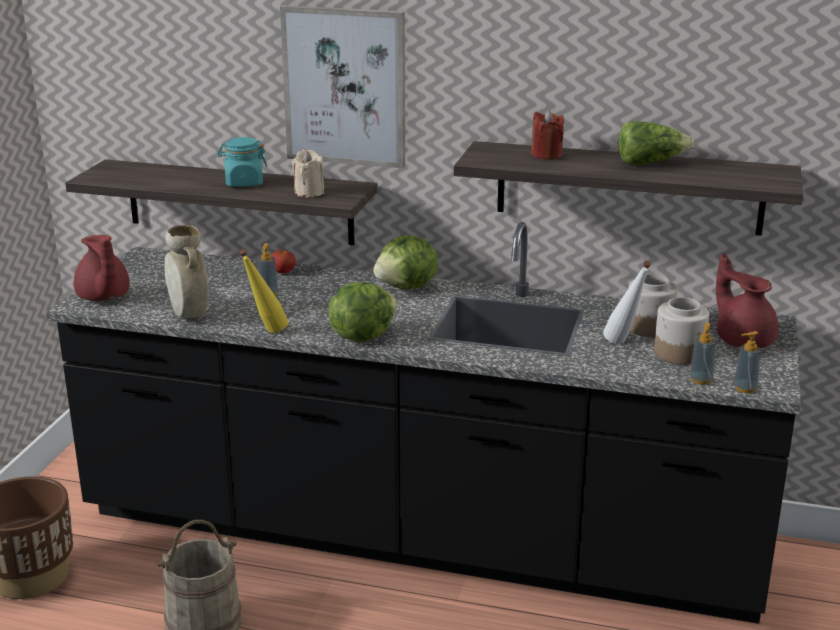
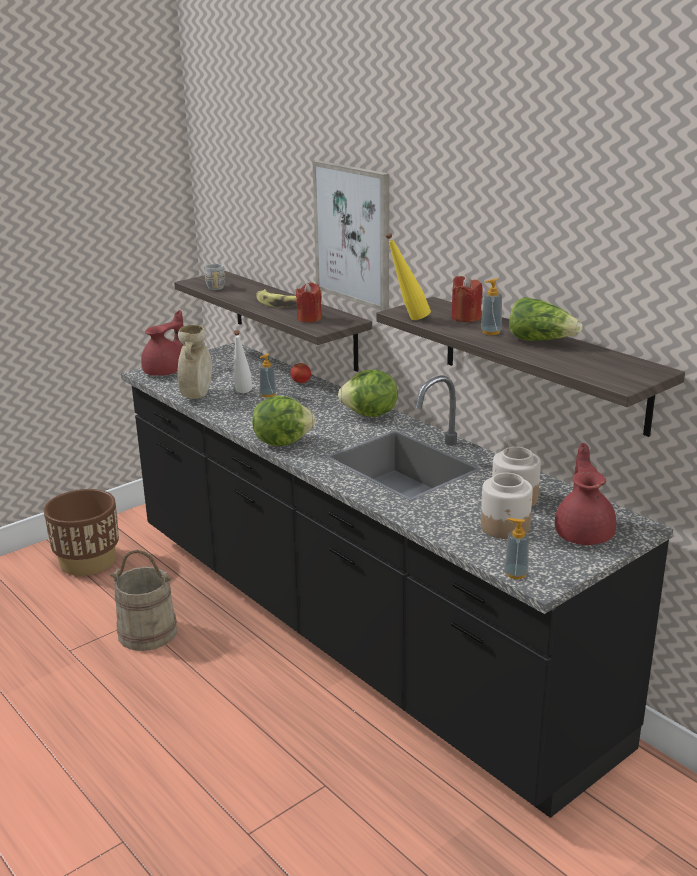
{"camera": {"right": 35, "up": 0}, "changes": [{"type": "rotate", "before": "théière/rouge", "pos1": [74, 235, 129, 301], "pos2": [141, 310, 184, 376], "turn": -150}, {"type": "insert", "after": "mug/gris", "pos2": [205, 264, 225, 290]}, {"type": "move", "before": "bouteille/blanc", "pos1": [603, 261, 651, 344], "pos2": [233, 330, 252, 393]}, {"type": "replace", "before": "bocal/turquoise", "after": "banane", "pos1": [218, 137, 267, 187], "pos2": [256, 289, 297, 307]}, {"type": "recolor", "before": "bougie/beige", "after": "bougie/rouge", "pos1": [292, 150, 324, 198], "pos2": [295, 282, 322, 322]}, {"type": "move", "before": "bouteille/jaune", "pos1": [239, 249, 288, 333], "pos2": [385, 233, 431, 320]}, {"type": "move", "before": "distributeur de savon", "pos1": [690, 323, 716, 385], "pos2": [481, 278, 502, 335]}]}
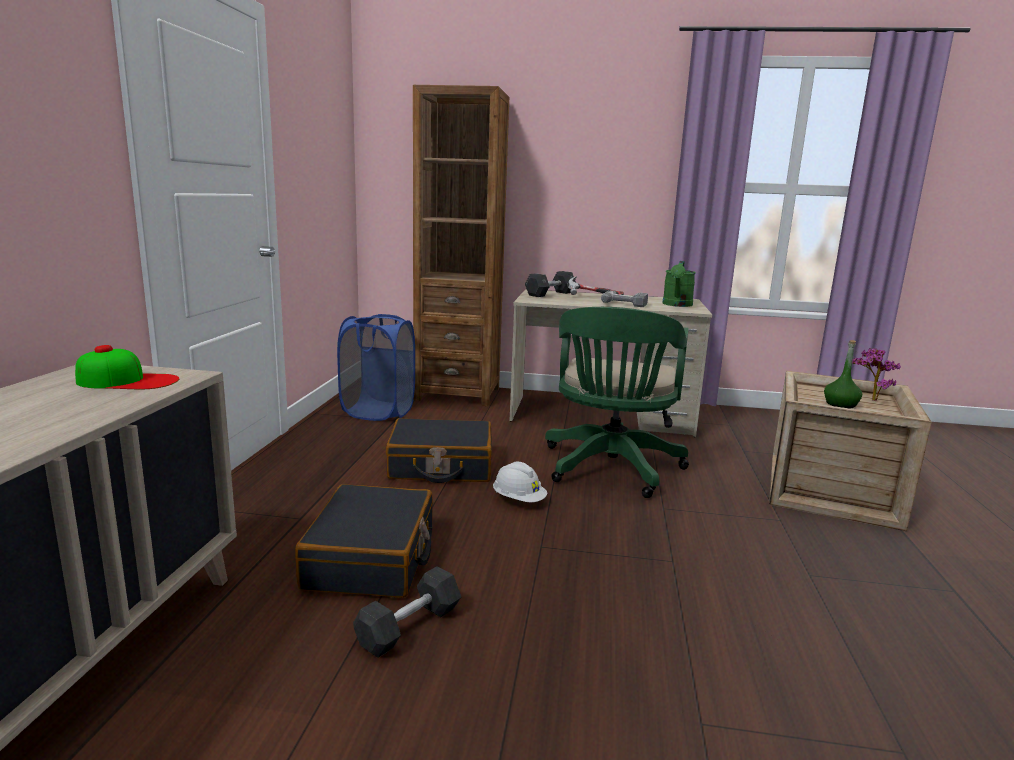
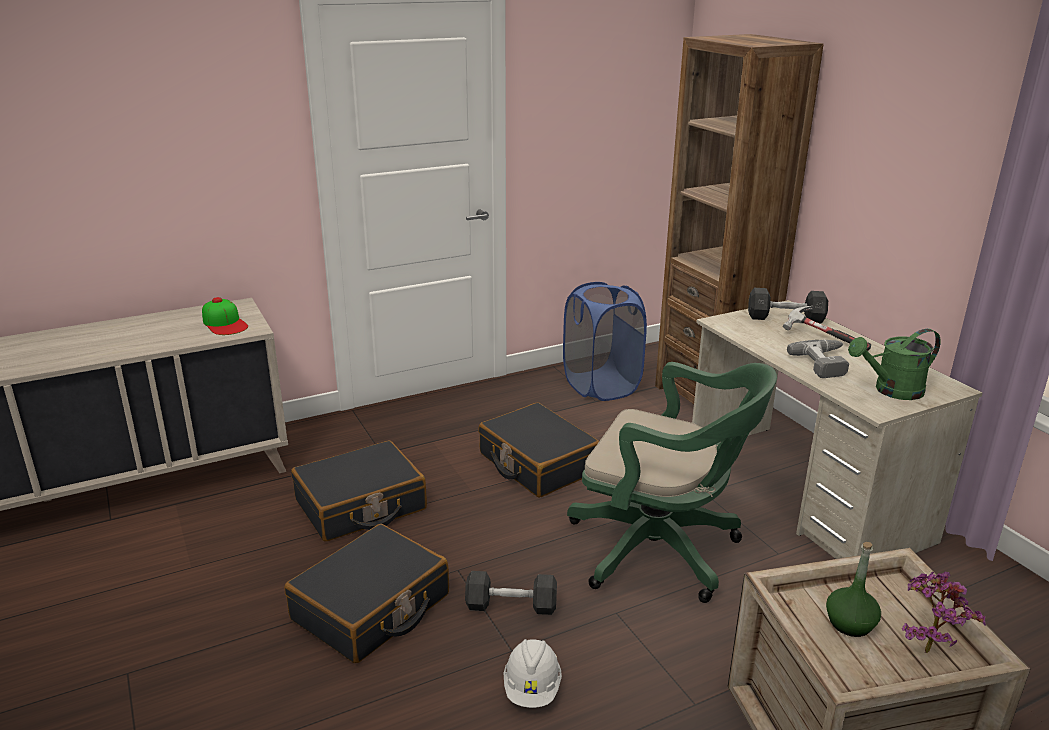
{"camera": {"right": 55, "up": 10}, "changes": [{"type": "insert", "after": "valise/noir", "pos2": [284, 524, 449, 663]}, {"type": "move", "before": "haltère/gris", "pos1": [353, 566, 461, 658], "pos2": [465, 571, 557, 615]}, {"type": "move", "before": "casque de chantier/blanc", "pos1": [493, 461, 547, 502], "pos2": [504, 639, 562, 708]}, {"type": "rotate", "before": "chaise de bureau/vert", "pos1": [545, 307, 689, 498], "pos2": [567, 362, 777, 603], "turn": -135}]}
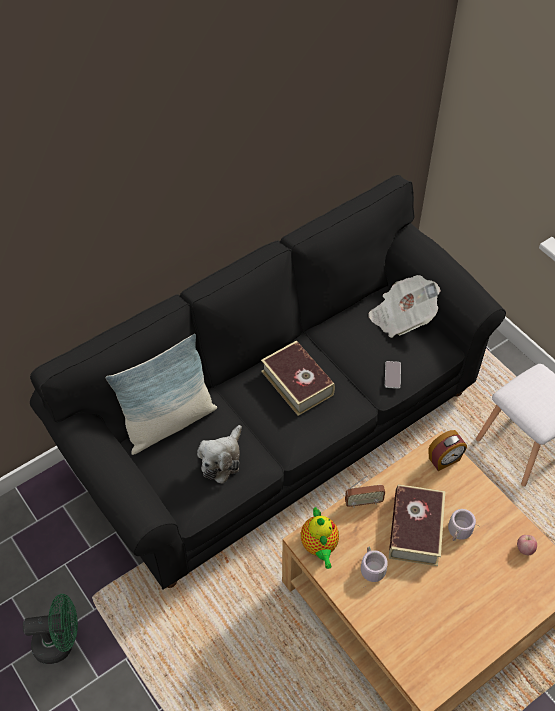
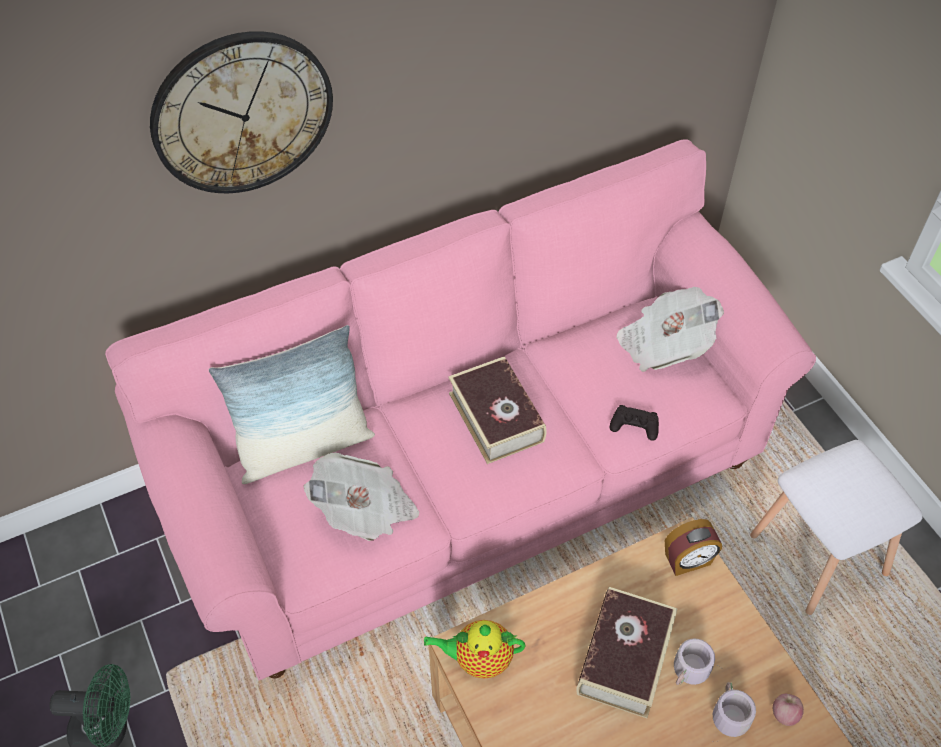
{"camera": {"right": 10, "up": 0}, "changes": [{"type": "recolor", "before": "canapé/noir", "after": "canapé/rose", "pos1": [30, 175, 506, 590], "pos2": [105, 139, 816, 680]}, {"type": "insert", "after": "horloge murale", "pos2": [150, 31, 333, 193]}, {"type": "replace", "before": "peluche", "after": "journal", "pos1": [197, 425, 242, 484], "pos2": [303, 453, 420, 541]}, {"type": "rotate", "before": "théière", "pos1": [301, 507, 339, 569], "pos2": [424, 620, 526, 679], "turn": 90}, {"type": "replace", "before": "téléphone", "after": "manette/noir", "pos1": [385, 361, 401, 389], "pos2": [609, 405, 659, 441]}, {"type": "move", "before": "mug/gris", "pos1": [361, 546, 388, 587], "pos2": [711, 682, 756, 742]}, {"type": "delete", "before": "radio", "pos1": [345, 475, 385, 508]}]}
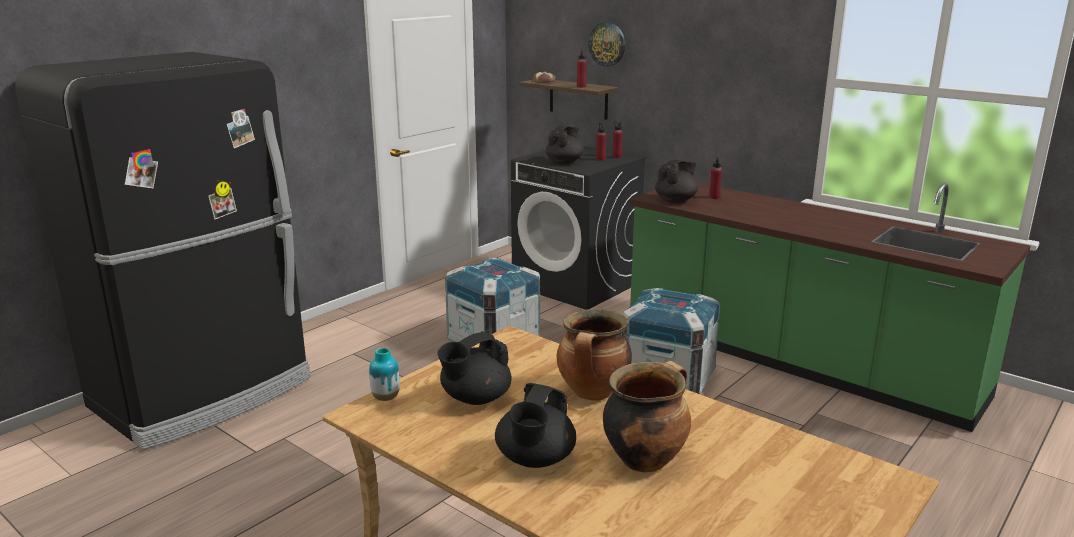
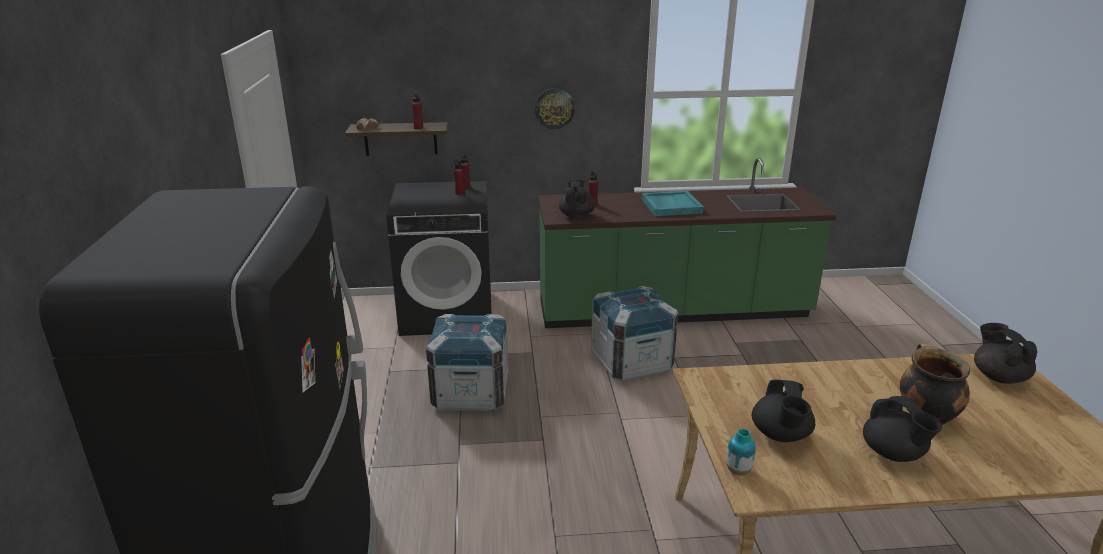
{"camera": {"right": -45, "up": 5}, "changes": [{"type": "move", "before": "horloge murale", "pos1": [588, 22, 625, 67], "pos2": [535, 88, 575, 129]}, {"type": "insert", "after": "plateau/turquoise", "pos2": [642, 191, 704, 216]}, {"type": "move", "before": "théière/noir", "pos1": [546, 126, 583, 164], "pos2": [974, 323, 1037, 384]}, {"type": "delete", "before": "marmite", "pos1": [557, 309, 632, 401]}]}
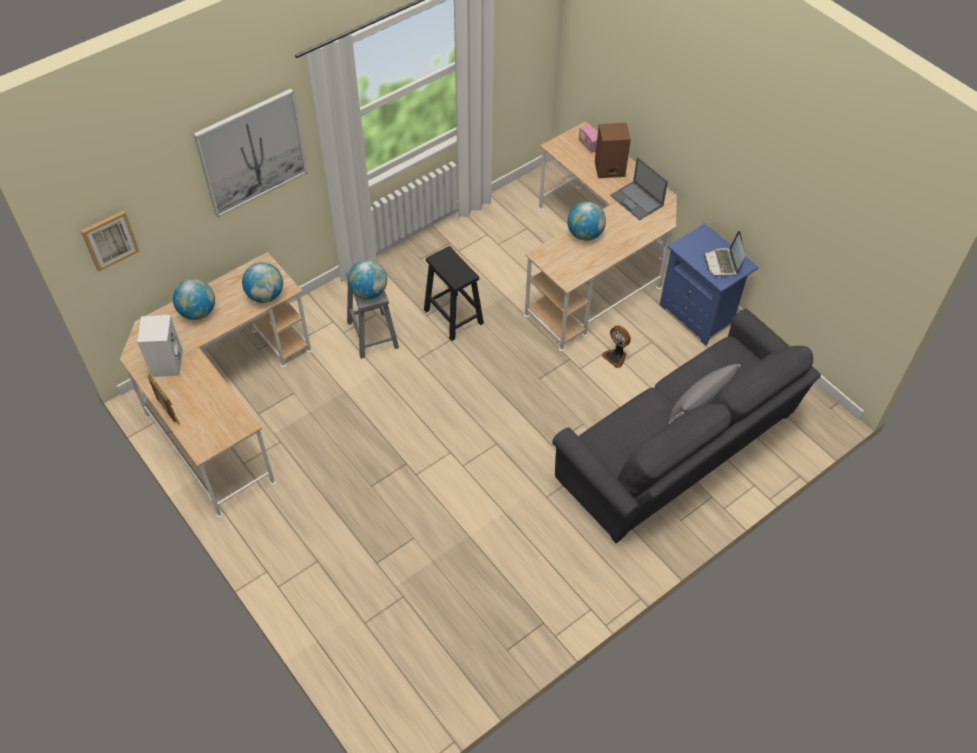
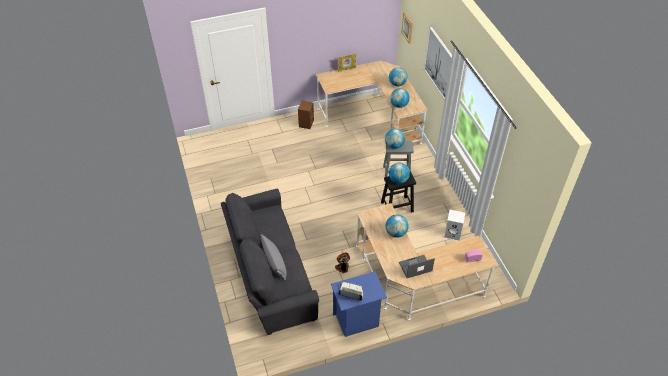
{"camera": {"right": 110, "up": -5}, "changes": [{"type": "move", "before": "enceinte/marron", "pos1": [595, 123, 631, 178], "pos2": [298, 101, 314, 129]}, {"type": "insert", "after": "globe", "pos2": [389, 163, 410, 184]}, {"type": "move", "before": "enceinte/blanc", "pos1": [137, 315, 183, 377], "pos2": [444, 210, 465, 241]}]}
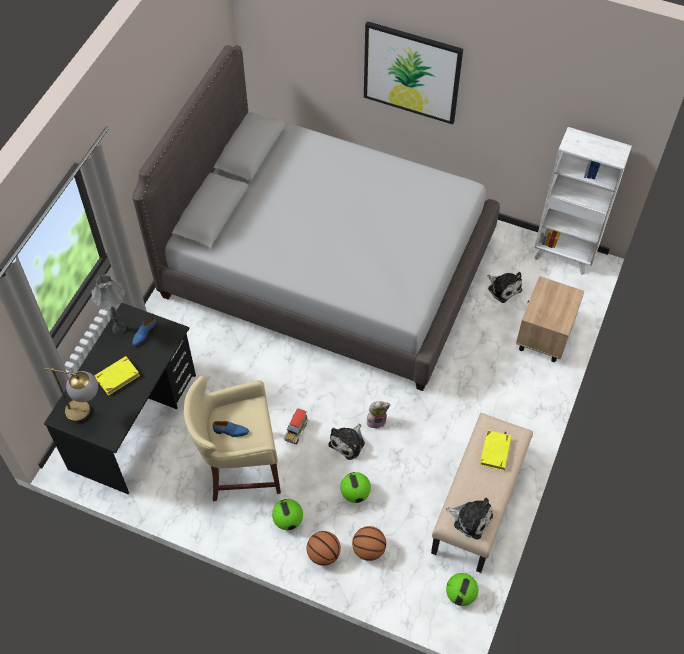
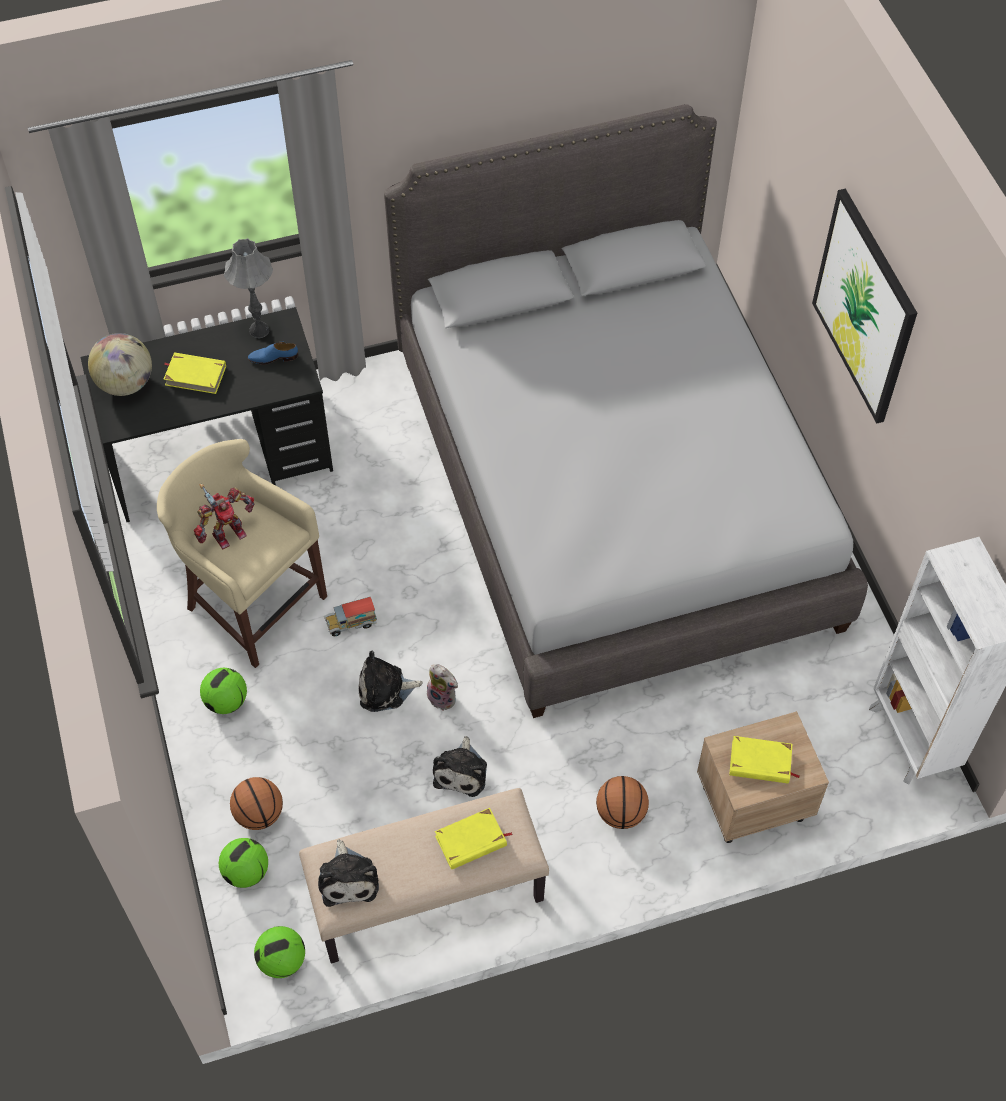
{"camera": {"right": 50, "up": 0}, "changes": [{"type": "replace", "before": "lampe de table", "after": "globe", "pos1": [45, 368, 98, 423], "pos2": [88, 333, 152, 396]}, {"type": "replace", "before": "chaussure/bleu", "after": "robot jouet", "pos1": [213, 421, 249, 437], "pos2": [194, 484, 254, 550]}, {"type": "move", "before": "ballon de foot", "pos1": [340, 472, 371, 503], "pos2": [219, 838, 268, 888]}, {"type": "move", "before": "peluche", "pos1": [487, 272, 522, 303], "pos2": [433, 736, 487, 797]}, {"type": "move", "before": "ballon de basket", "pos1": [307, 531, 341, 566], "pos2": [596, 776, 649, 829]}, {"type": "insert", "after": "livre/jaune", "pos2": [729, 736, 800, 784]}]}
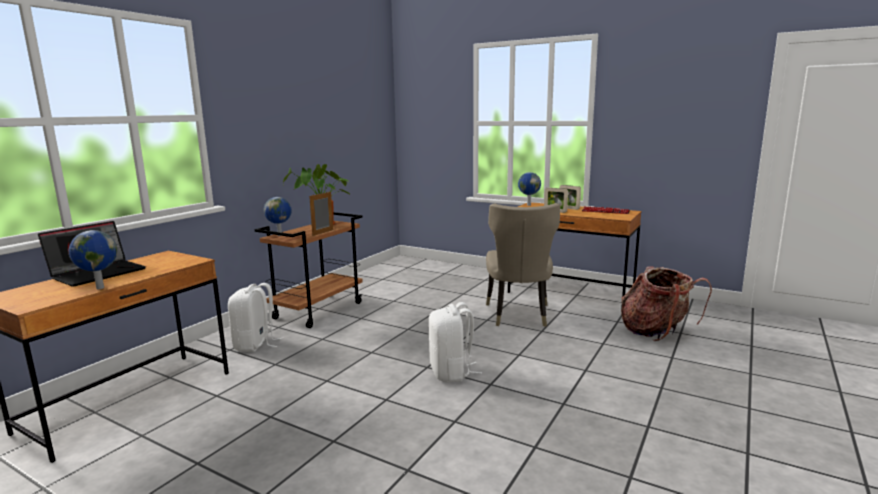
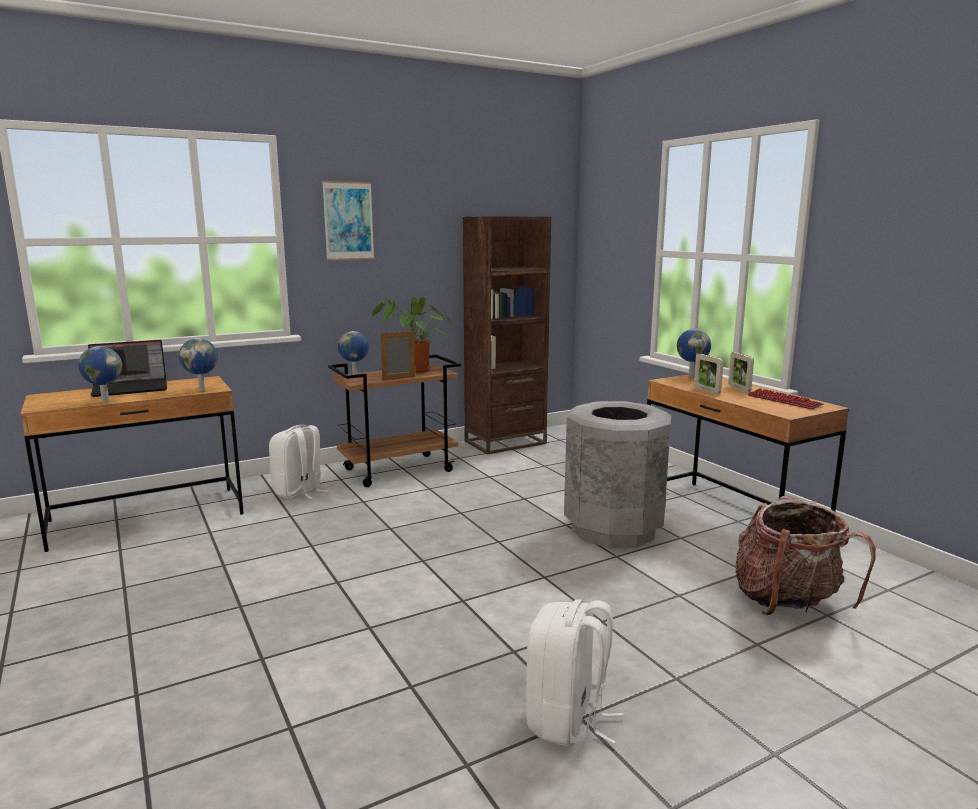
{"camera": {"right": 30, "up": 0}, "changes": [{"type": "insert", "after": "globe", "pos2": [179, 338, 218, 391]}, {"type": "insert", "after": "tableau", "pos2": [322, 181, 374, 260]}, {"type": "insert", "after": "bibliothèque/marron", "pos2": [463, 216, 551, 454]}, {"type": "move", "before": "sac à dos/blanc", "pos1": [428, 302, 482, 382], "pos2": [526, 599, 624, 747]}, {"type": "replace", "before": "chaise/beige", "after": "poubelle/gris", "pos1": [486, 203, 560, 327], "pos2": [564, 401, 671, 548]}]}
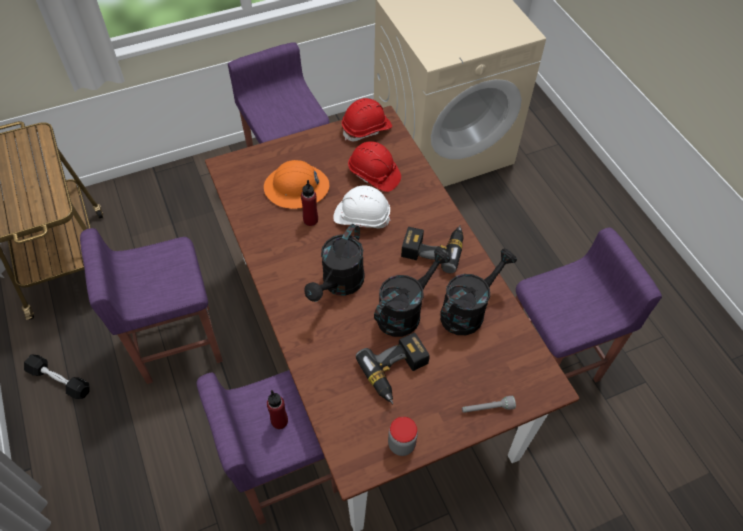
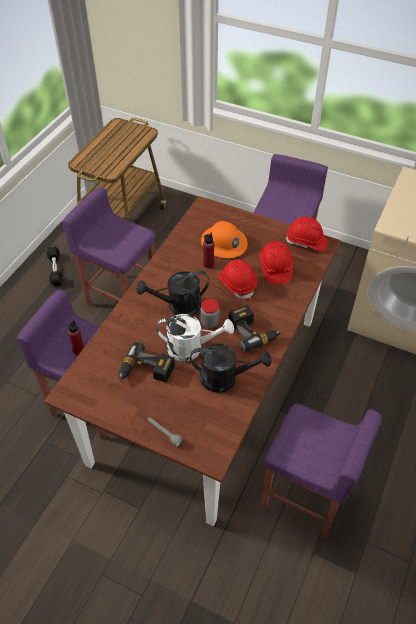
{"camera": {"right": 50, "up": -5}, "changes": [{"type": "recolor", "before": "arrosoir/noir", "after": "arrosoir/blanc", "pos1": [374, 249, 450, 337], "pos2": [156, 314, 234, 362]}, {"type": "move", "before": "bocal", "pos1": [388, 417, 418, 456], "pos2": [201, 299, 220, 328]}, {"type": "recolor", "before": "casque de chantier/blanc", "after": "casque de chantier/rouge", "pos1": [333, 185, 391, 228], "pos2": [218, 259, 257, 299]}]}
